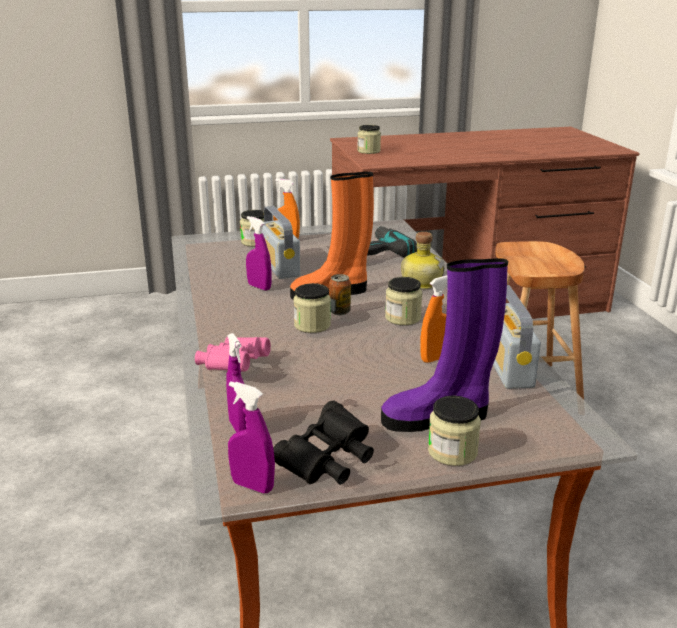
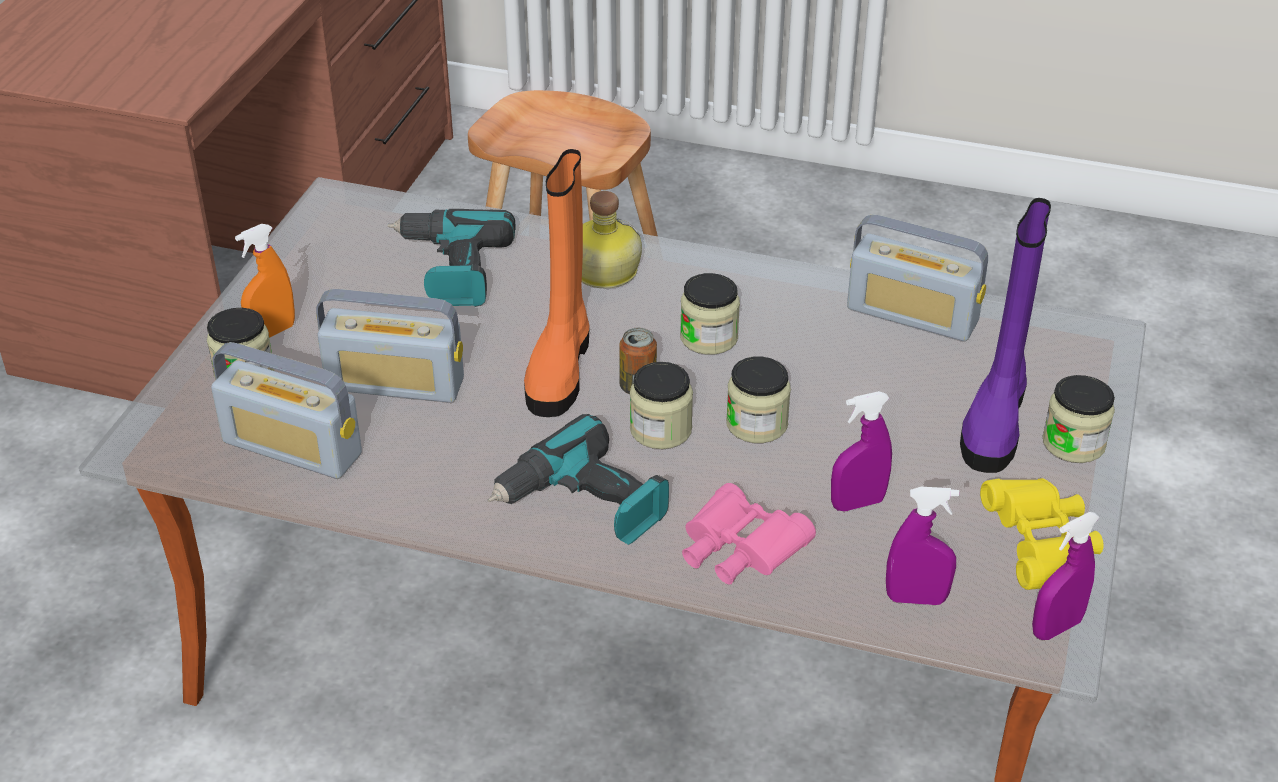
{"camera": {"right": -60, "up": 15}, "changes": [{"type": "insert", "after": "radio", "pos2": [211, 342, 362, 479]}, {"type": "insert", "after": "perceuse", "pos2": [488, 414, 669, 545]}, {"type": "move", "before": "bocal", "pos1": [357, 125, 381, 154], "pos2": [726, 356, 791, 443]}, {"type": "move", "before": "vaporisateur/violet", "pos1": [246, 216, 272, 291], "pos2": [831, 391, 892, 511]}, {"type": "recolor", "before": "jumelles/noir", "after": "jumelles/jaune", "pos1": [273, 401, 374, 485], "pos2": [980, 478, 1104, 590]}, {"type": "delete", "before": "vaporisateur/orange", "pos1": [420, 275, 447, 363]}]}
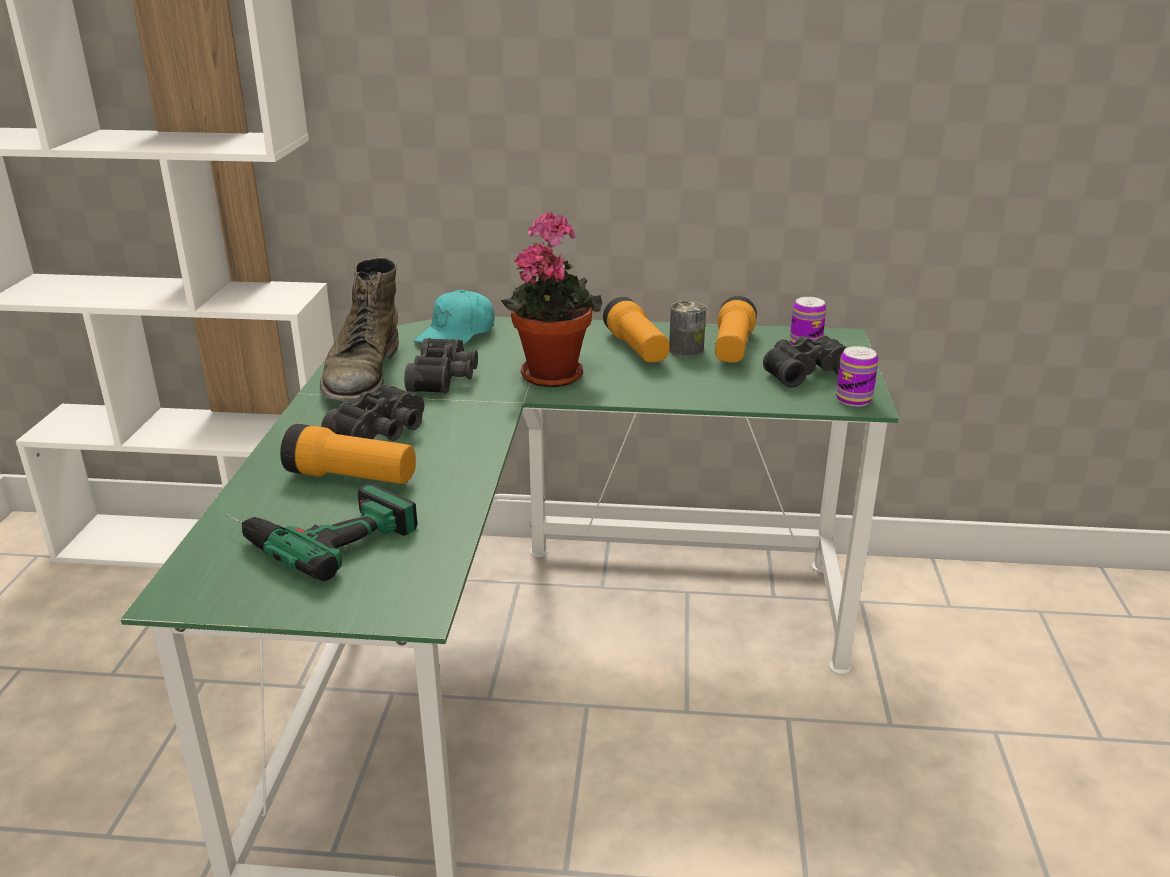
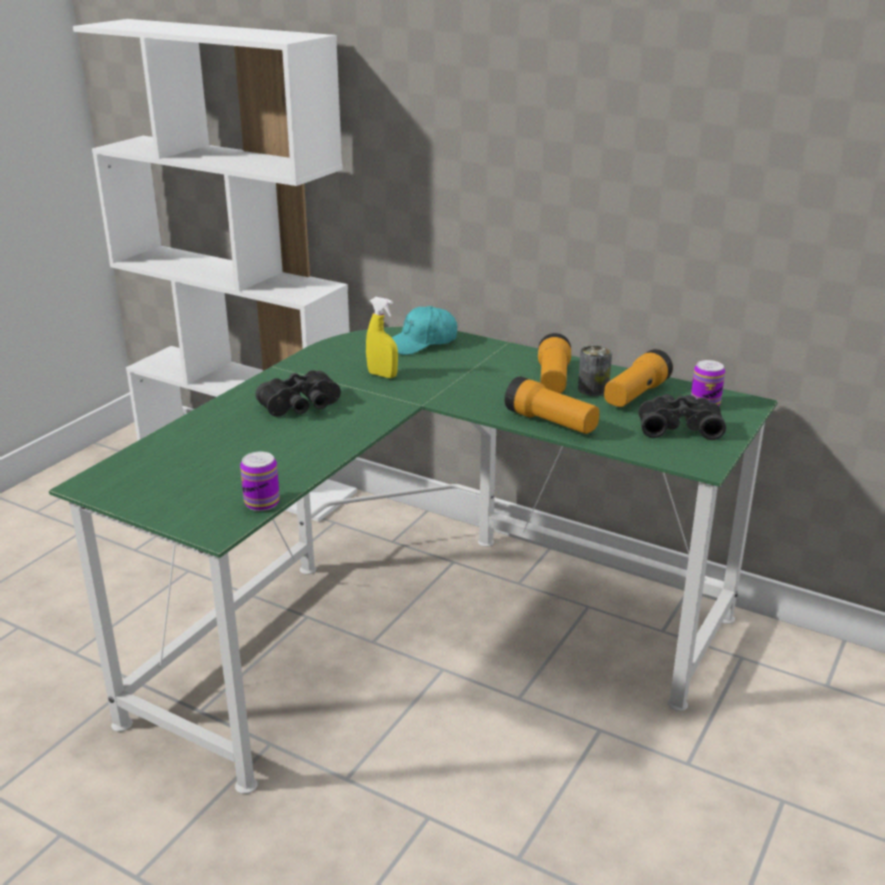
{"camera": {"right": 25, "up": 0}, "changes": [{"type": "move", "before": "boîte métallique", "pos1": [836, 346, 878, 406], "pos2": [240, 452, 280, 511]}, {"type": "replace", "before": "jumelles/noir", "after": "vaporisateur/jaune", "pos1": [404, 338, 478, 393], "pos2": [366, 297, 398, 378]}, {"type": "move", "before": "lampe de poche", "pos1": [280, 424, 416, 484], "pos2": [505, 376, 600, 434]}, {"type": "delete", "before": "perceuse", "pos1": [226, 484, 418, 581]}, {"type": "delete", "before": "botte/vert", "pos1": [320, 257, 399, 403]}, {"type": "delete", "before": "plante en pot", "pos1": [501, 211, 603, 387]}]}
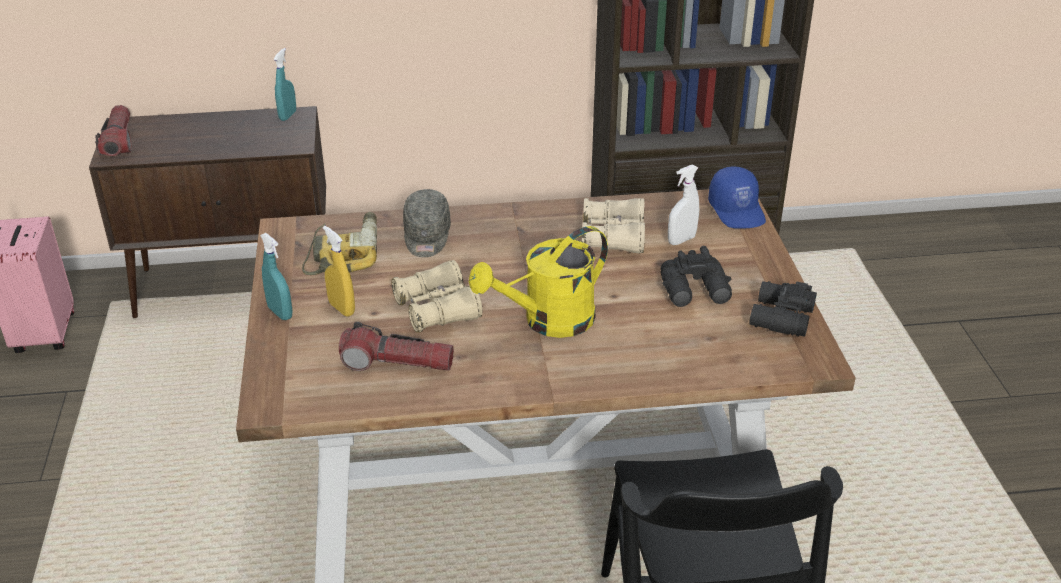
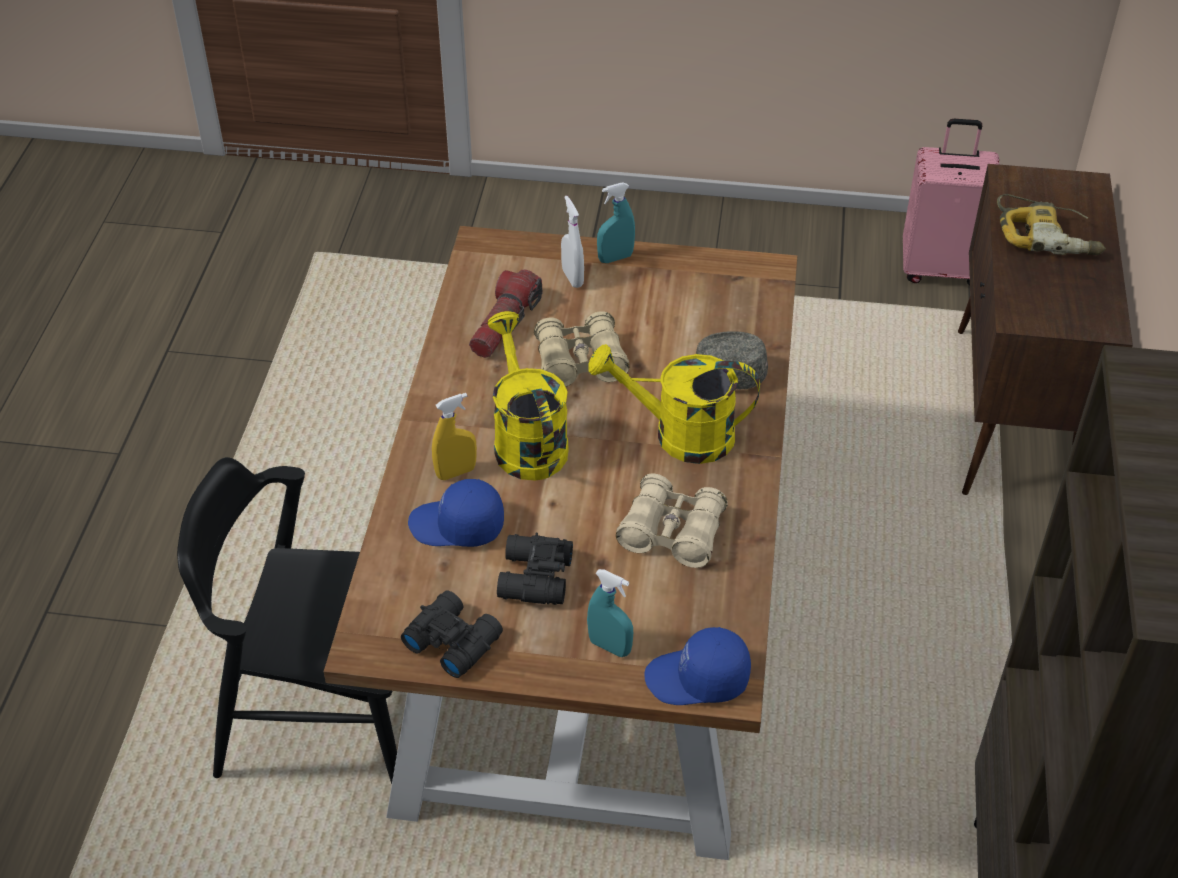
{"camera": {"right": 105, "up": 10}, "changes": [{"type": "insert", "after": "casquette/bleu", "pos2": [408, 479, 504, 547]}, {"type": "move", "before": "vaporisateur/jaune", "pos1": [323, 226, 355, 317], "pos2": [432, 393, 477, 480]}, {"type": "move", "before": "vaporisateur/blanc", "pos1": [668, 165, 699, 245], "pos2": [561, 196, 584, 288]}, {"type": "move", "before": "vaporisateur/turquoise", "pos1": [274, 48, 296, 121], "pos2": [587, 569, 633, 657]}, {"type": "insert", "after": "arrosoir/jaune", "pos2": [588, 344, 760, 464]}, {"type": "move", "before": "perceuse", "pos1": [302, 212, 377, 275], "pos2": [997, 194, 1106, 255]}, {"type": "delete", "before": "lampe de poche", "pos1": [95, 105, 132, 156]}]}
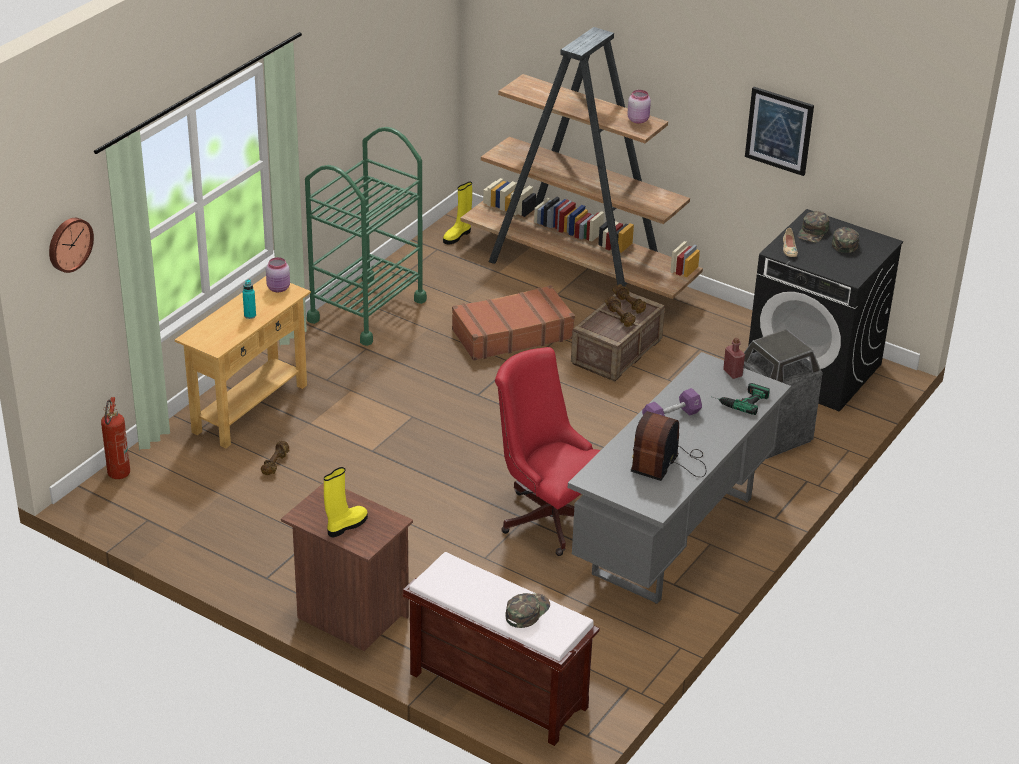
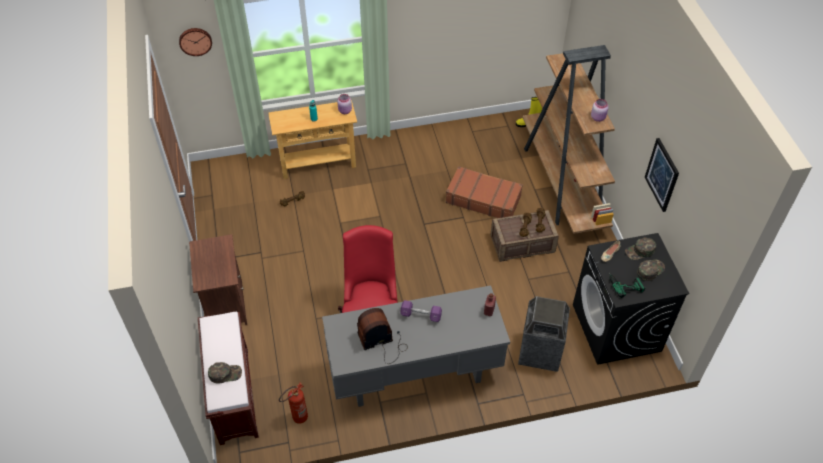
{"camera": {"right": 45, "up": 15}, "changes": [{"type": "move", "before": "extincteur", "pos1": [101, 397, 130, 479], "pos2": [279, 382, 308, 424]}, {"type": "move", "before": "perceuse", "pos1": [713, 383, 770, 415], "pos2": [608, 271, 645, 298]}, {"type": "delete", "before": "chariot/vert", "pos1": [305, 127, 427, 346]}, {"type": "delete", "before": "botte/jaune", "pos1": [324, 467, 368, 537]}]}
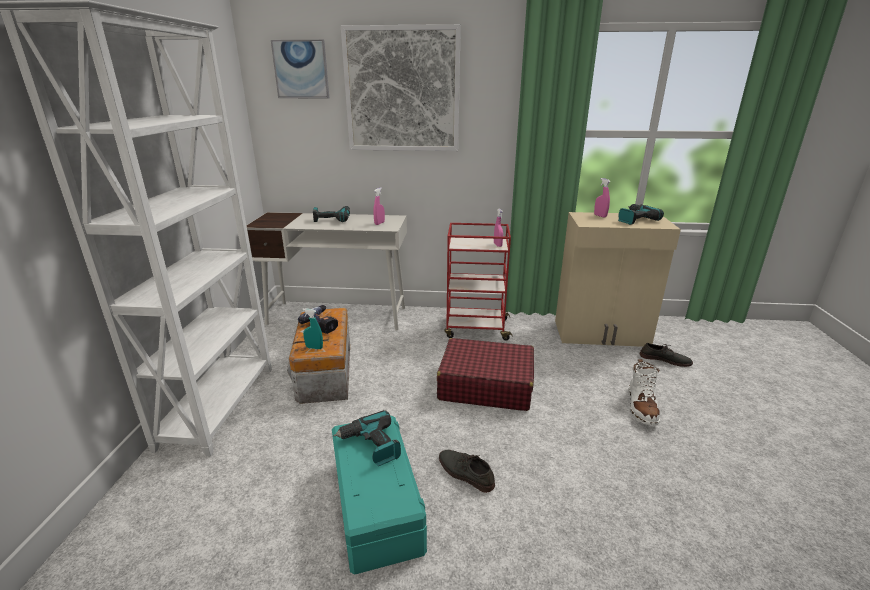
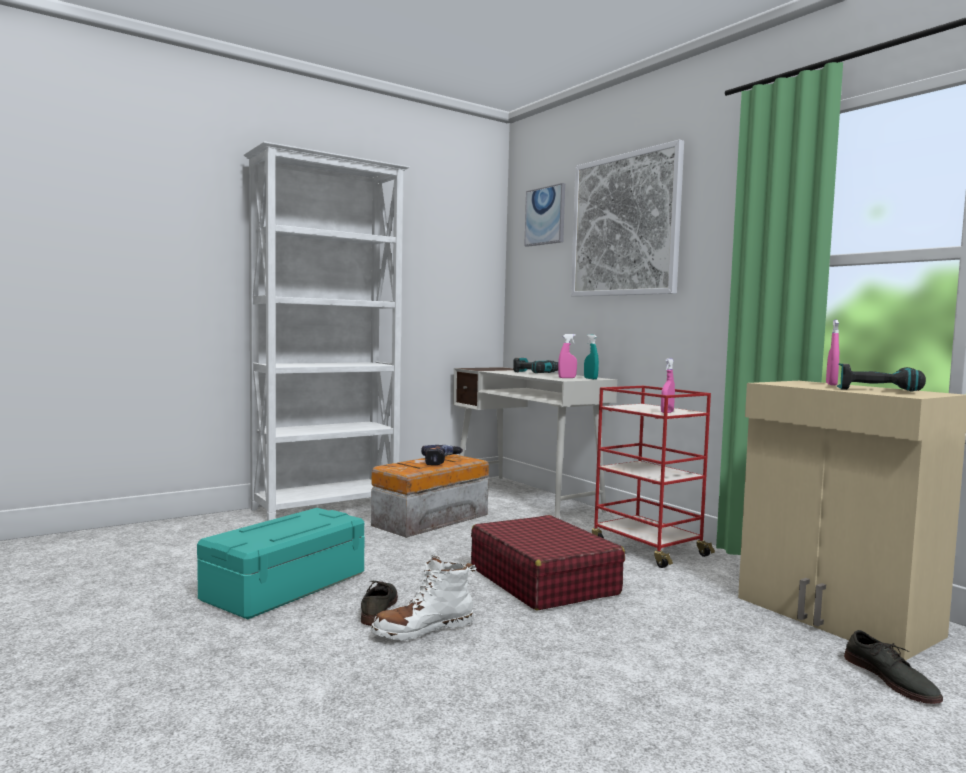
{"camera": {"right": 50, "up": -20}, "changes": [{"type": "move", "before": "botte/blanc", "pos1": [628, 359, 660, 426], "pos2": [371, 555, 476, 640]}, {"type": "move", "before": "vaporisateur/turquoise", "pos1": [302, 308, 323, 349], "pos2": [584, 334, 599, 379]}, {"type": "delete", "before": "perceuse", "pos1": [333, 410, 401, 466]}]}
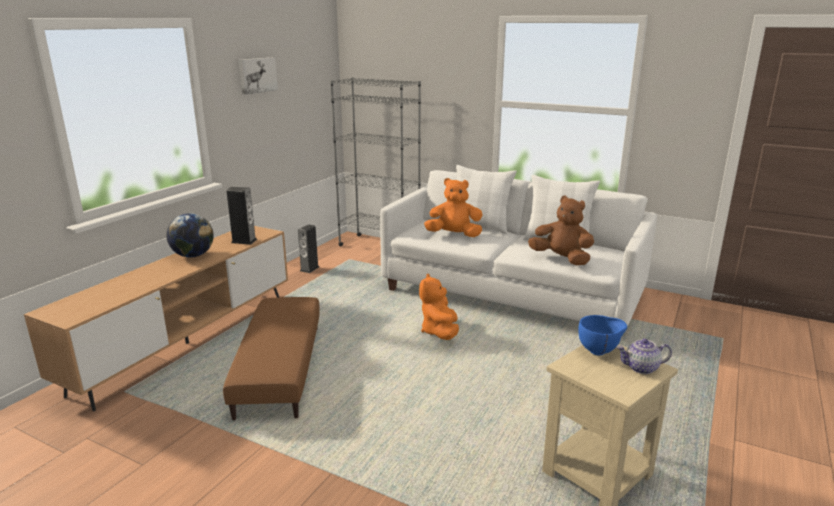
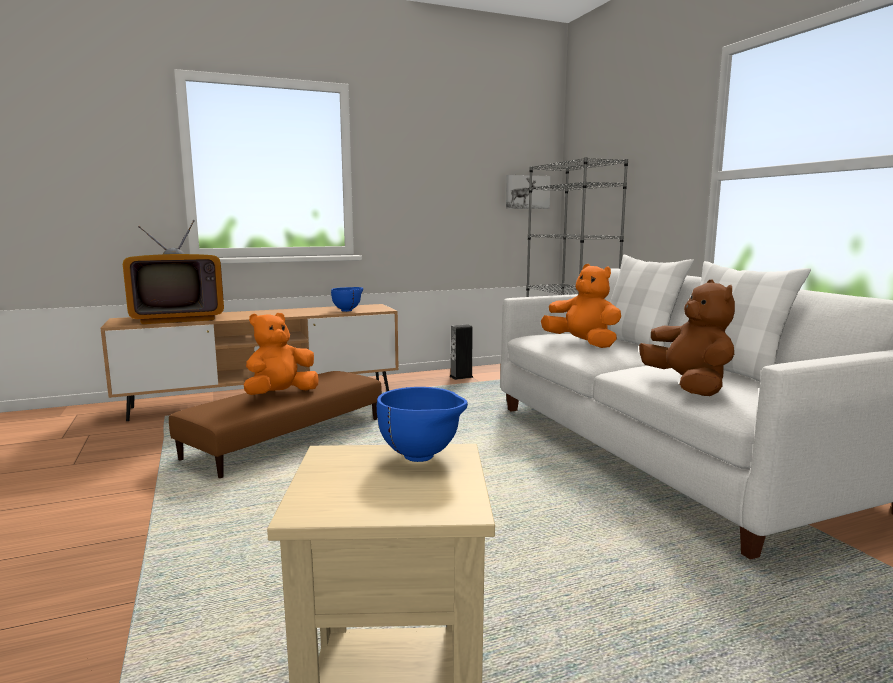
{"camera": {"right": 40, "up": -10}, "changes": [{"type": "insert", "after": "téléviseur", "pos2": [123, 220, 224, 324]}, {"type": "move", "before": "peluche/orange", "pos1": [419, 274, 459, 340], "pos2": [244, 313, 319, 395]}, {"type": "replace", "before": "enceinte", "after": "bol/bleu", "pos1": [226, 187, 257, 244], "pos2": [331, 287, 363, 312]}, {"type": "move", "before": "tableau", "pos1": [239, 57, 278, 95], "pos2": [506, 175, 551, 209]}, {"type": "delete", "before": "globe", "pos1": [166, 213, 214, 258]}, {"type": "delete", "before": "théière", "pos1": [617, 339, 672, 374]}]}
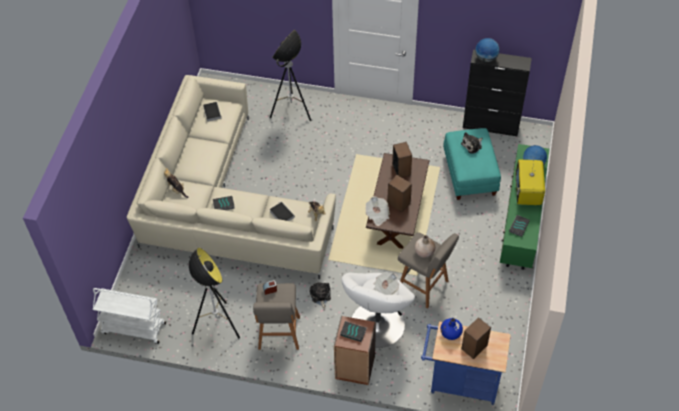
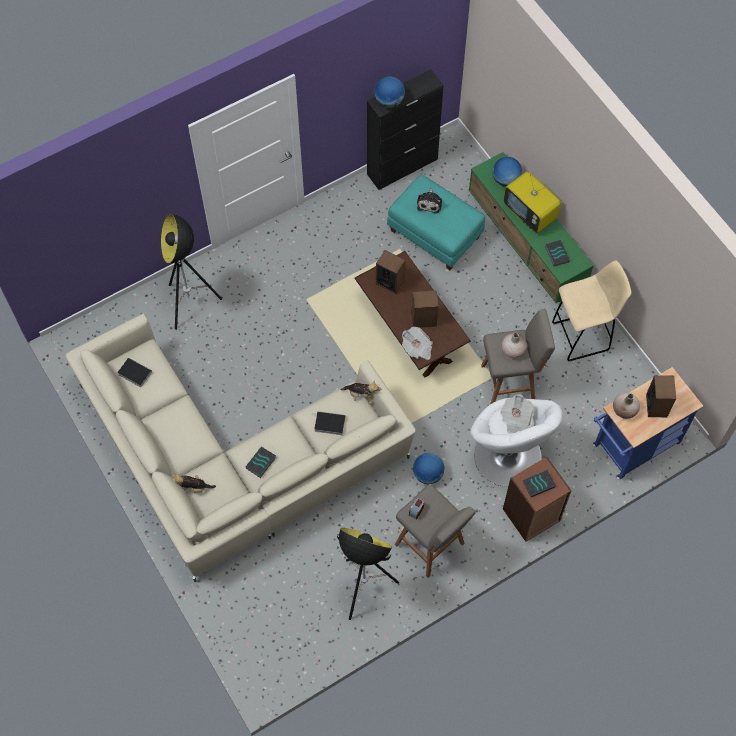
{"camera": {"right": -45, "up": 10}, "changes": [{"type": "replace", "before": "peluche", "after": "globe", "pos1": [310, 282, 331, 309], "pos2": [413, 453, 445, 484]}, {"type": "insert", "after": "tabouret/beige", "pos2": [552, 260, 632, 362]}, {"type": "recolor", "before": "vase/bleu", "after": "vase/beige", "pos1": [440, 318, 463, 340], "pos2": [613, 393, 640, 419]}, {"type": "delete", "before": "chariot/blanc", "pos1": [93, 288, 166, 344]}]}
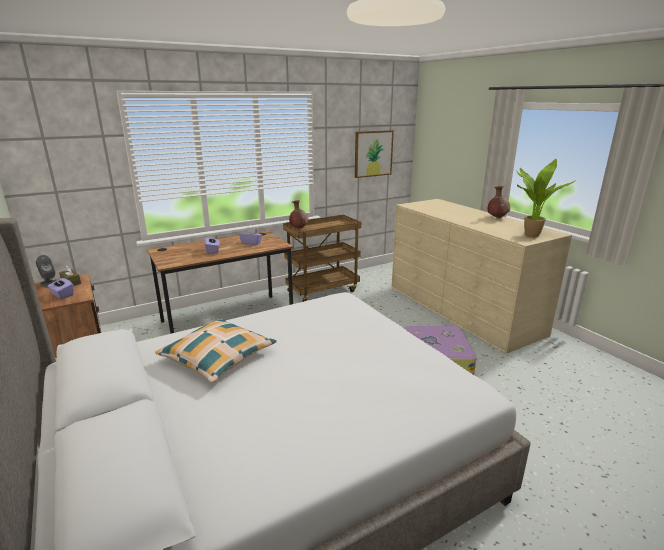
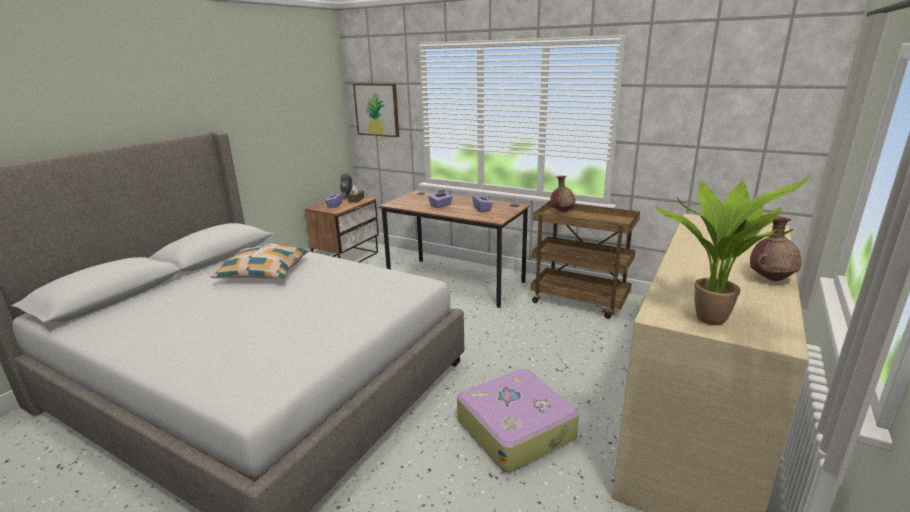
{"camera": {"right": 60, "up": 0}, "changes": [{"type": "move", "before": "tableau", "pos1": [355, 130, 394, 178], "pos2": [353, 83, 399, 137]}]}
